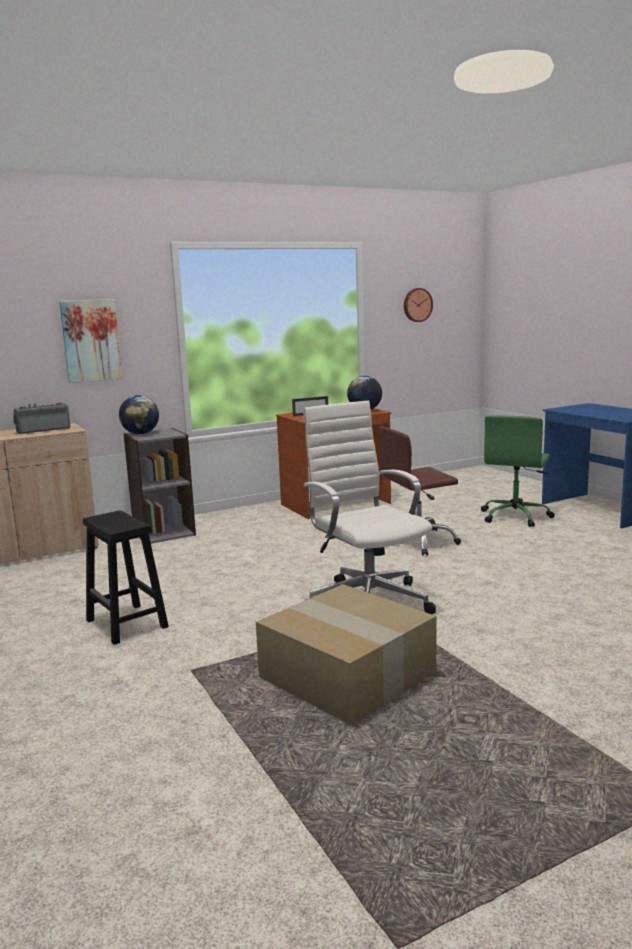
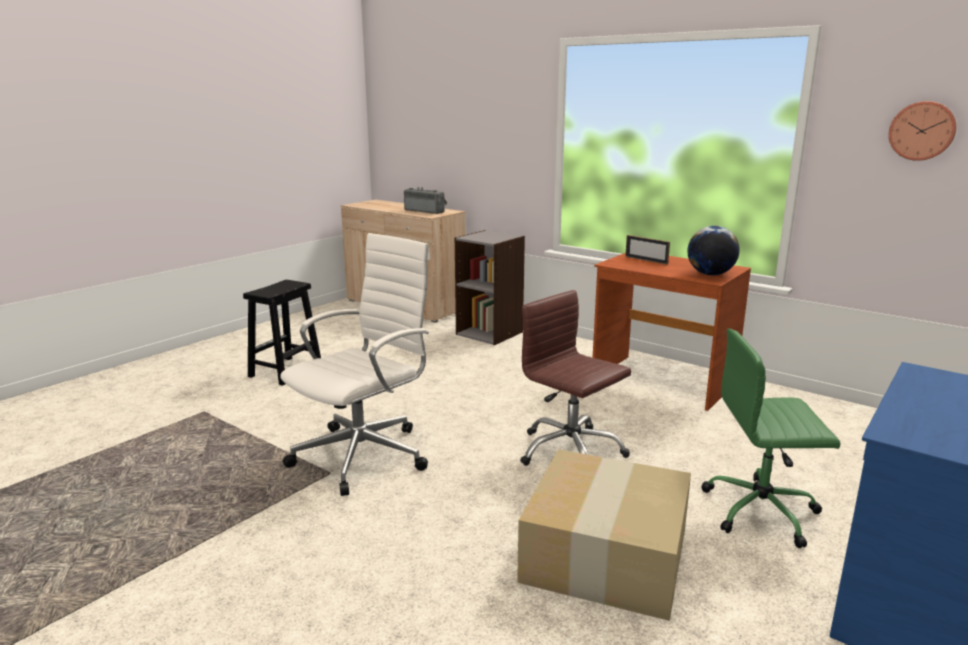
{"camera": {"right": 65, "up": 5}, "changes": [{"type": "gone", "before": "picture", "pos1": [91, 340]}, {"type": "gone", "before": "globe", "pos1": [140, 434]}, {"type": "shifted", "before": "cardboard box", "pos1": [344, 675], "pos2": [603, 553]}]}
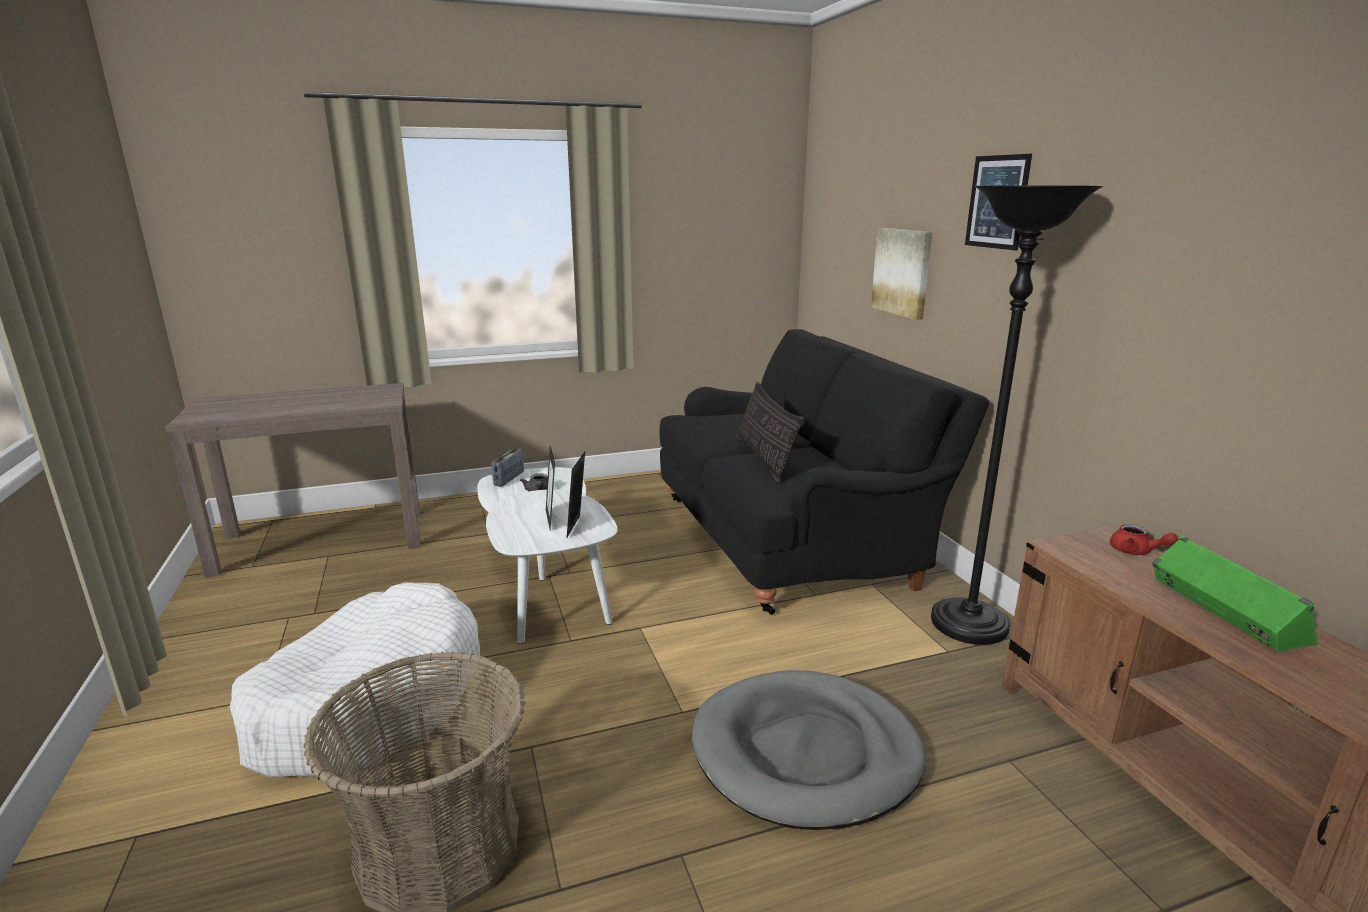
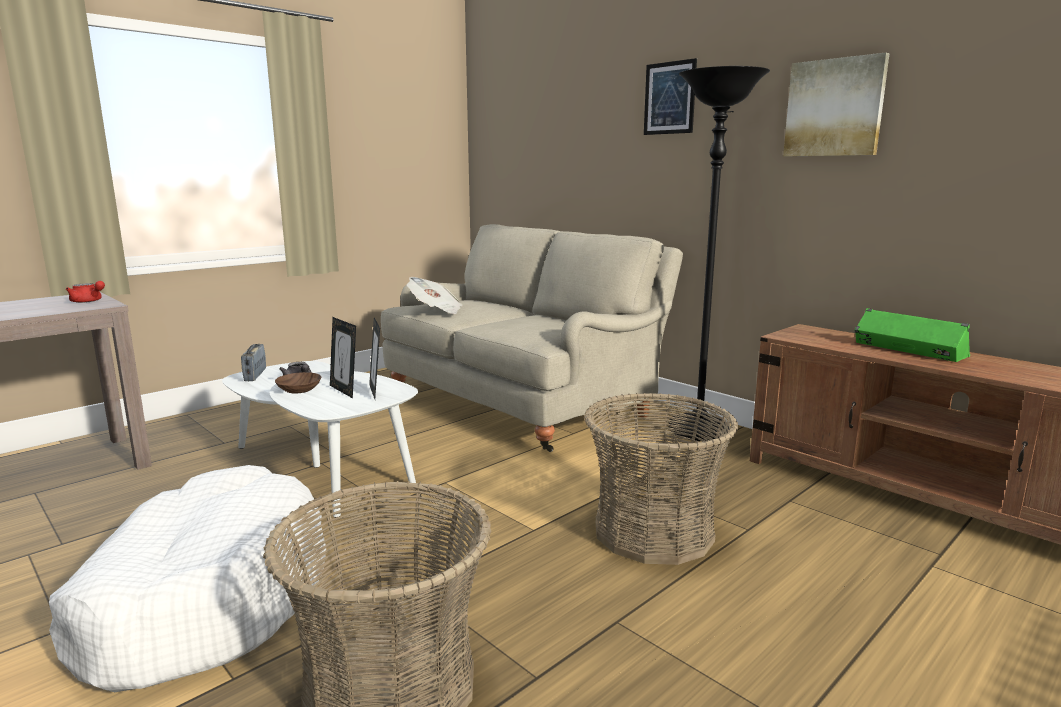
{"camera": {"right": -25, "up": -5}, "changes": [{"type": "repainted", "before": "sofa/black", "after": "sofa/beige", "pos1": [793, 538], "pos2": [524, 401]}, {"type": "swapped", "before": "dog bed/grey", "after": "basket", "pos1": [806, 753], "pos2": [653, 531]}, {"type": "gone", "before": "pillow", "pos1": [764, 458]}, {"type": "shifted", "before": "picture", "pos1": [902, 272], "pos2": [834, 108]}, {"type": "shifted", "before": "teapot/red", "pos1": [1136, 551], "pos2": [88, 301]}, {"type": "new", "after": "bowl/brown", "pos2": [298, 390]}, {"type": "new", "after": "newspaper", "pos2": [436, 310]}]}
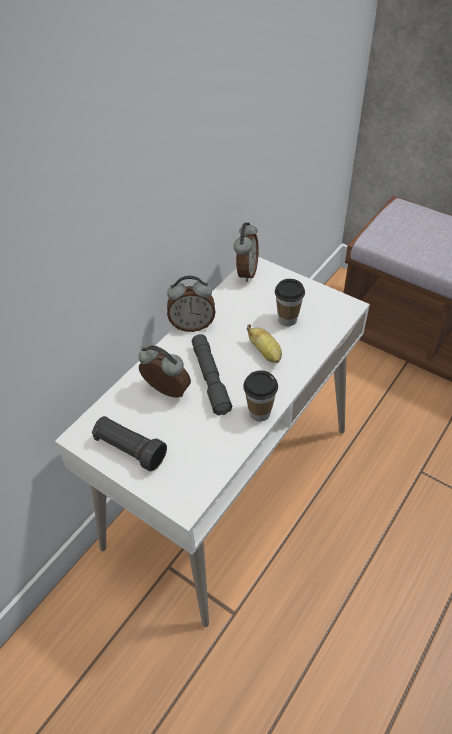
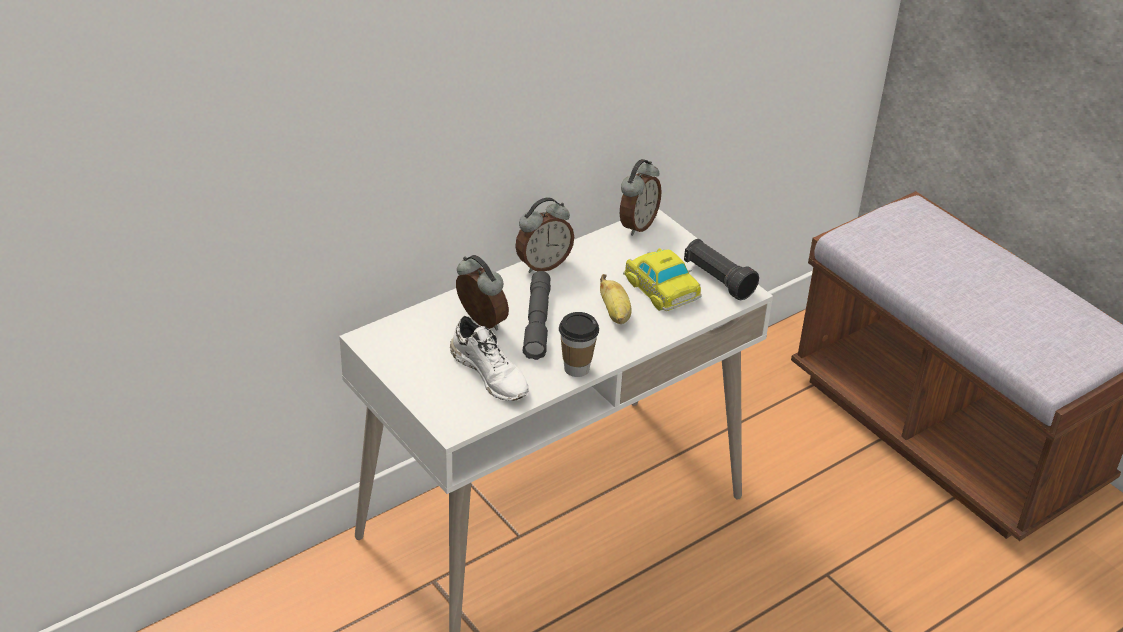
{"camera": {"right": 15, "up": -10}, "changes": [{"type": "shifted", "before": "flashlight/black", "pos1": [130, 449], "pos2": [717, 280]}, {"type": "rotated", "before": "alarm clock", "pos1": [192, 325], "pos2": [543, 264], "turn": -45}, {"type": "swapped", "before": "cup", "after": "toy car", "pos1": [287, 319], "pos2": [660, 287]}, {"type": "new", "after": "shoe/white", "pos2": [491, 374]}]}
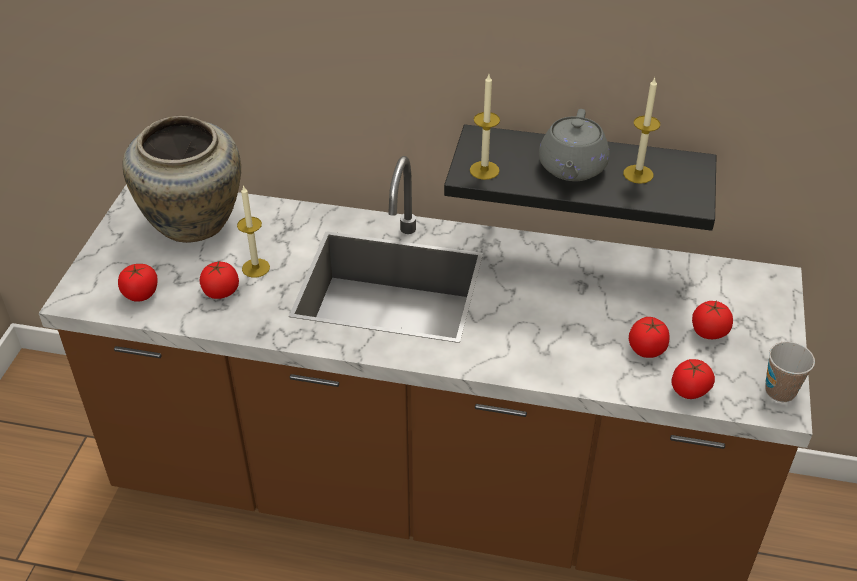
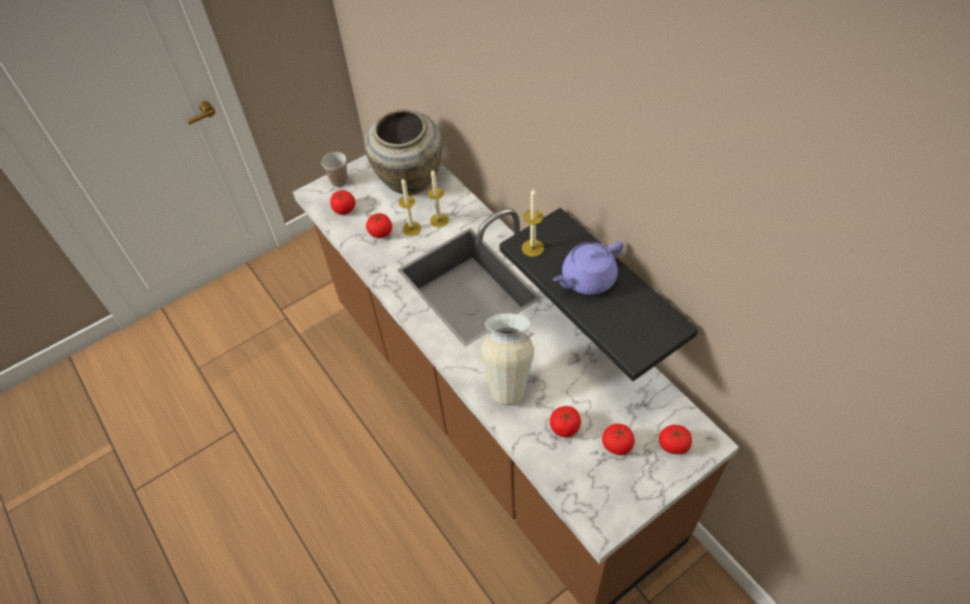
{"camera": {"right": 45, "up": 10}, "changes": [{"type": "repainted", "before": "teapot/grey", "after": "teapot/purple", "pos1": [572, 168], "pos2": [587, 279]}, {"type": "shifted", "before": "candle", "pos1": [638, 174], "pos2": [439, 220]}, {"type": "shifted", "before": "tomato", "pos1": [689, 390], "pos2": [673, 445]}, {"type": "shifted", "before": "cup", "pos1": [780, 391], "pos2": [339, 181]}, {"type": "new", "after": "vase", "pos2": [509, 380]}]}
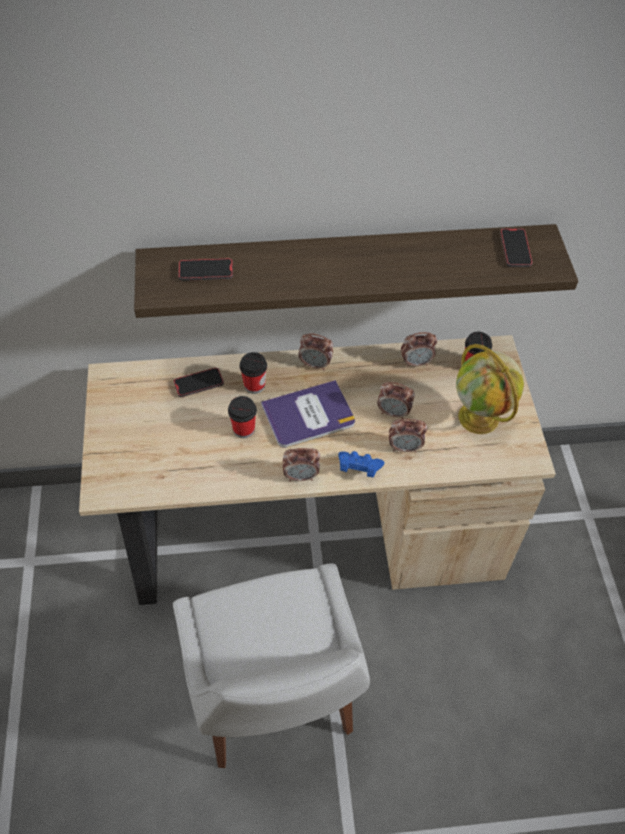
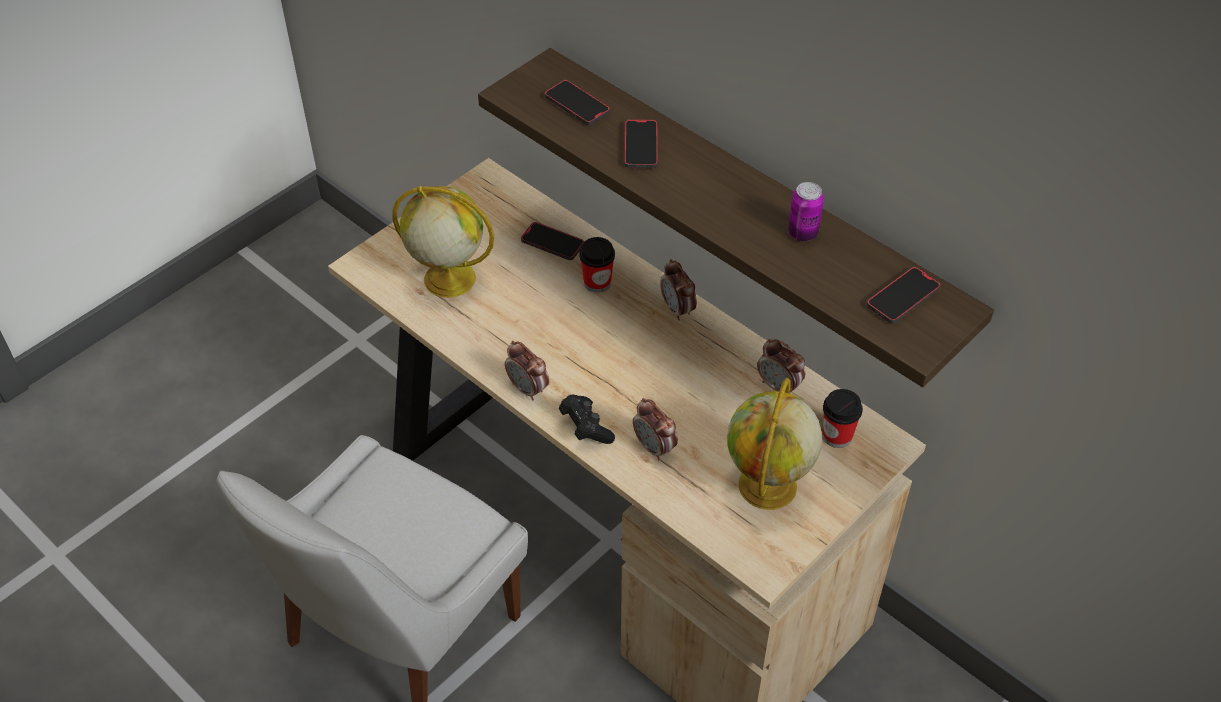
{"camera": {"right": 50, "up": -5}, "changes": [{"type": "gone", "before": "cup", "pos1": [244, 429]}, {"type": "gone", "before": "book", "pos1": [308, 415]}, {"type": "repainted", "before": "game controller/blue", "after": "game controller/black", "pos1": [358, 469], "pos2": [585, 427]}, {"type": "gone", "before": "alarm clock", "pos1": [393, 413]}, {"type": "new", "after": "globe", "pos2": [447, 279]}, {"type": "new", "after": "phone", "pos2": [641, 146]}, {"type": "new", "after": "can", "pos2": [802, 233]}]}
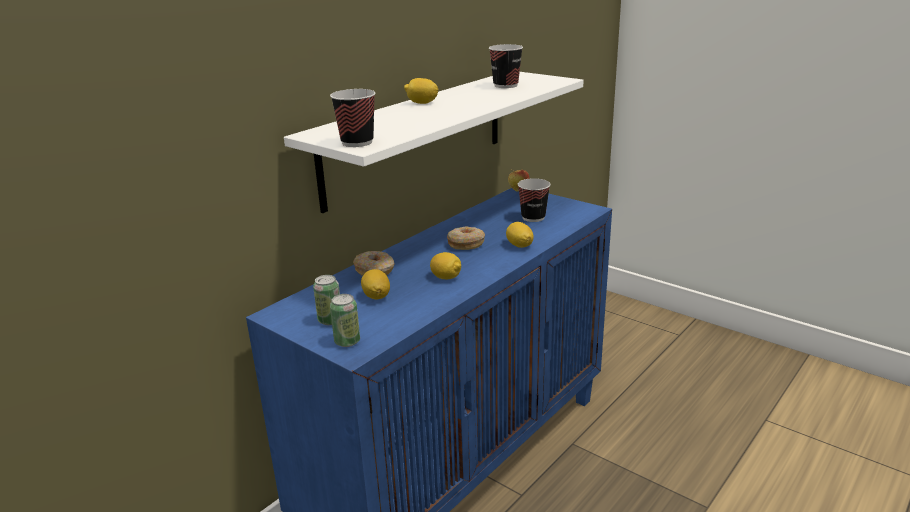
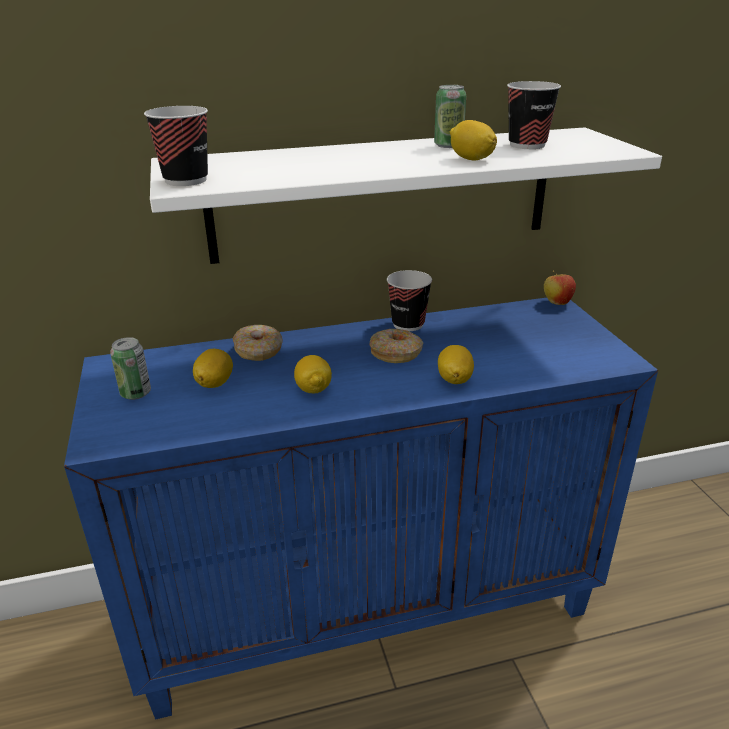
{"camera": {"right": 35, "up": 5}, "changes": [{"type": "shifted", "before": "can", "pos1": [347, 341], "pos2": [448, 145]}, {"type": "shifted", "before": "lemon", "pos1": [422, 103], "pos2": [471, 159]}, {"type": "shifted", "before": "cup", "pos1": [533, 217], "pos2": [408, 324]}]}
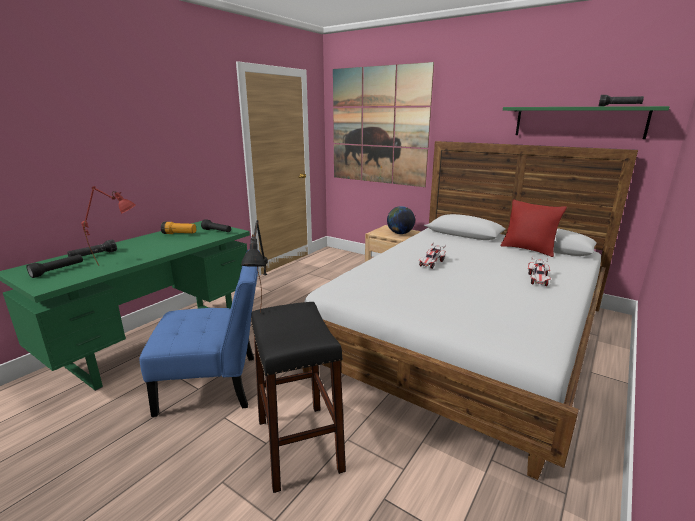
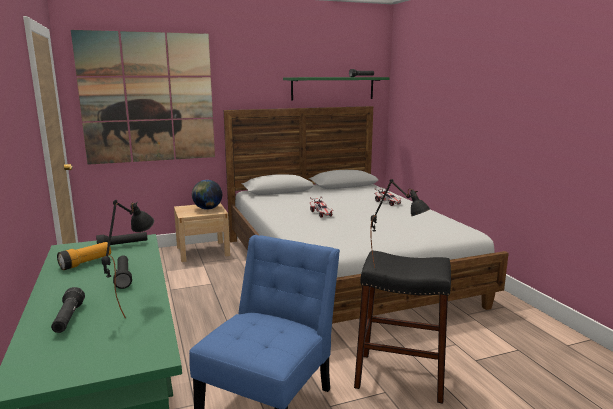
{"camera": {"right": -55, "up": -5}, "changes": [{"type": "shifted", "before": "flashlight/black", "pos1": [58, 270], "pos2": [123, 277]}, {"type": "repainted", "before": "table lamp/red", "after": "table lamp/black", "pos1": [119, 261], "pos2": [133, 305]}, {"type": "gone", "before": "pillow/red", "pos1": [528, 249]}]}
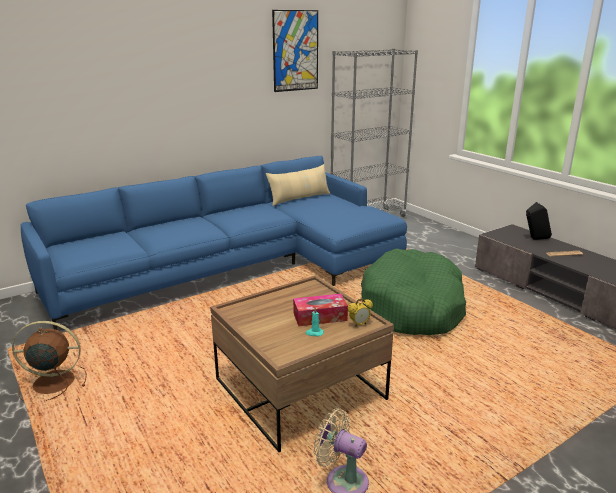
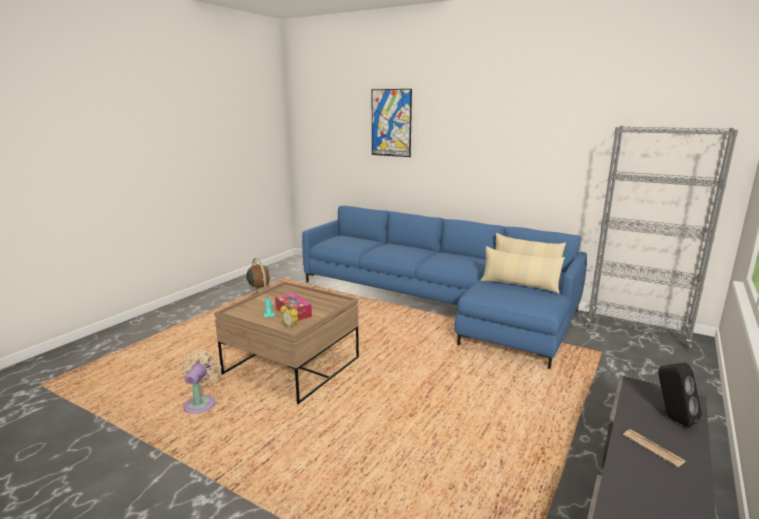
{"camera": {"right": 65, "up": -5}, "changes": [{"type": "shifted", "before": "picture", "pos1": [295, 51], "pos2": [391, 123]}, {"type": "gone", "before": "dog bed/green", "pos1": [413, 307]}, {"type": "new", "after": "pillow/beige", "pos2": [519, 285]}]}
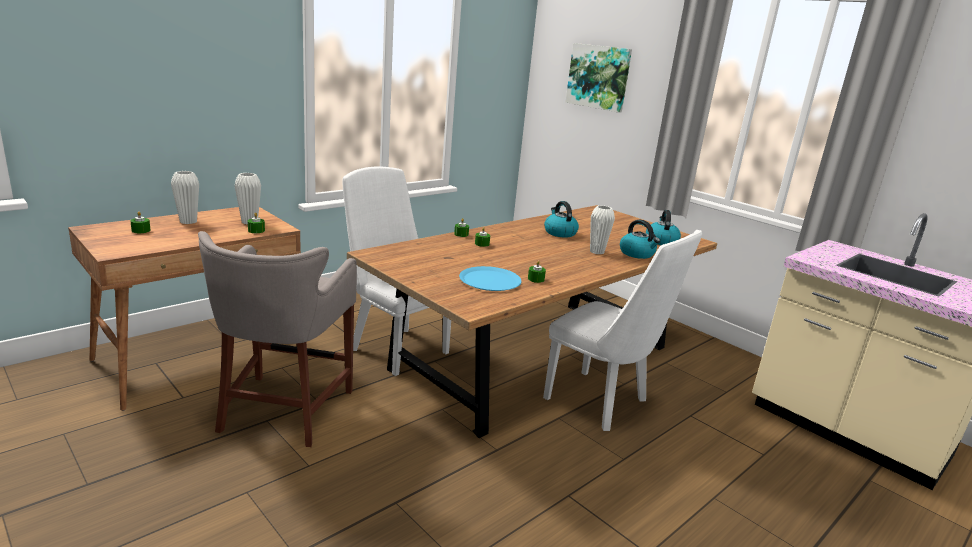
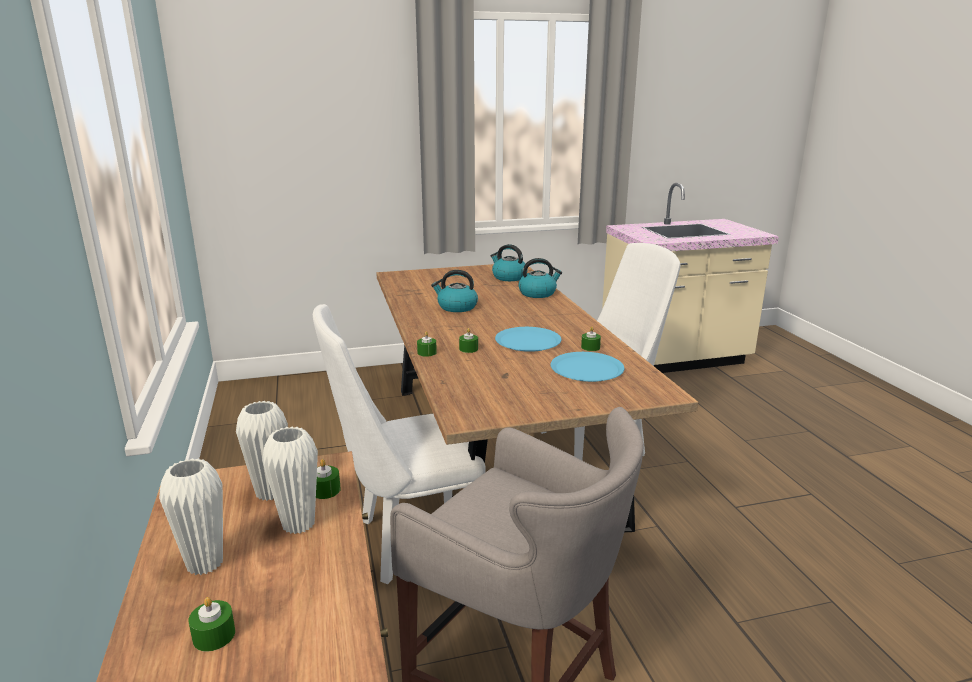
{"camera": {"right": -60, "up": 0}, "changes": [{"type": "gone", "before": "picture", "pos1": [598, 77]}, {"type": "shifted", "before": "vase/white", "pos1": [597, 252], "pos2": [298, 524]}, {"type": "new", "after": "plate/blue", "pos2": [528, 341]}]}
